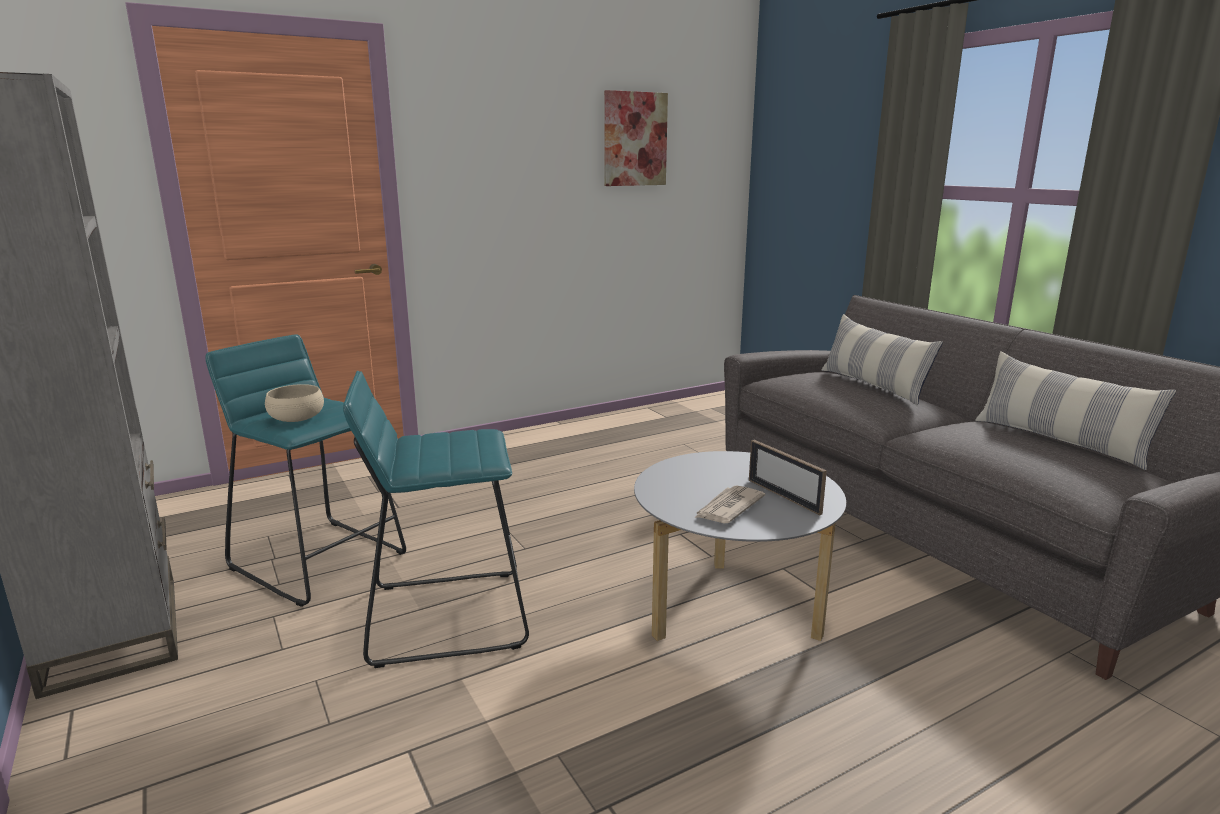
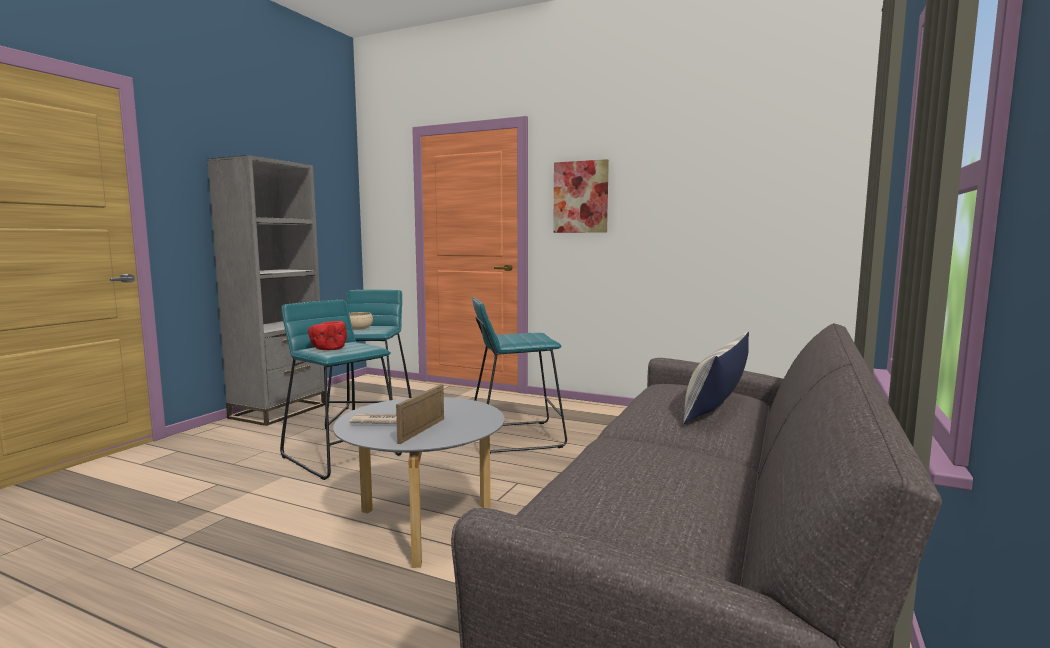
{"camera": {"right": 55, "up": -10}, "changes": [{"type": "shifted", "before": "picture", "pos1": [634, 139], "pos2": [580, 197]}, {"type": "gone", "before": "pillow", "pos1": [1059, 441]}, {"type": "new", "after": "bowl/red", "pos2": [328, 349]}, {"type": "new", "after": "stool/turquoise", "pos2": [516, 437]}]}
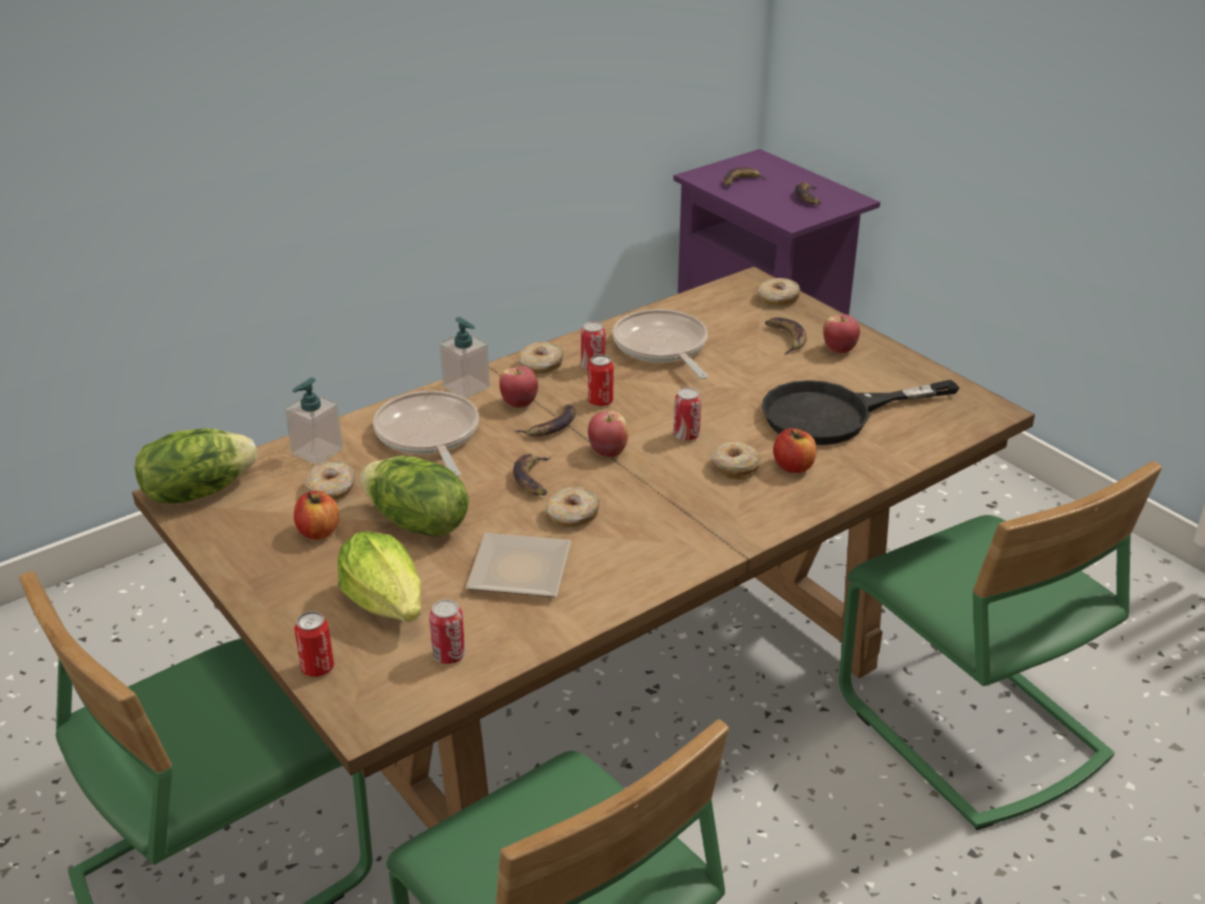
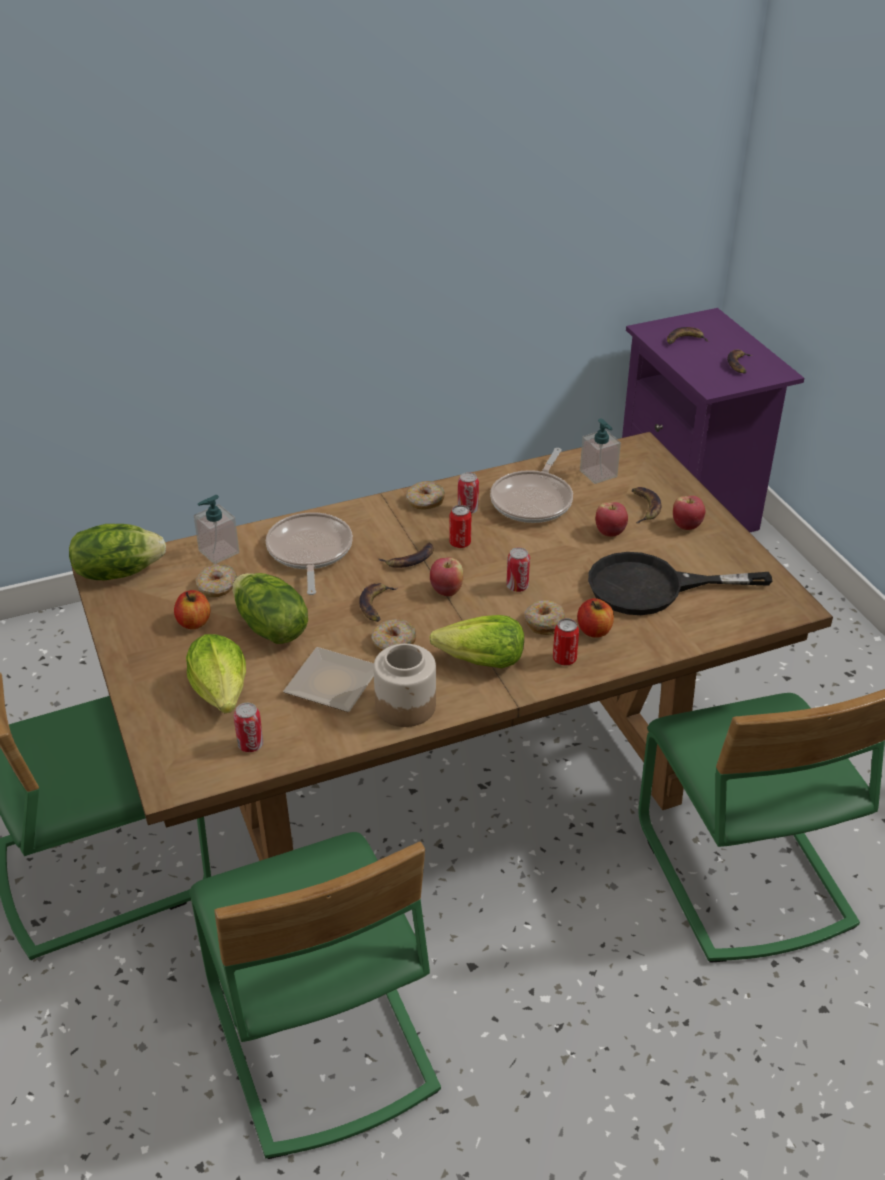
{"camera": {"right": 15, "up": 5}, "changes": [{"type": "shifted", "before": "can", "pos1": [317, 668], "pos2": [564, 659]}, {"type": "shifted", "before": "soap dispenser", "pos1": [466, 387], "pos2": [598, 474]}, {"type": "shifted", "before": "apple", "pos1": [519, 403], "pos2": [610, 532]}, {"type": "rotated", "before": "frying pan", "pos1": [662, 347], "pos2": [533, 500], "turn": -150}, {"type": "gone", "before": "donut", "pos1": [778, 299]}, {"type": "new", "after": "jar", "pos2": [406, 705]}, {"type": "new", "after": "lettuce", "pos2": [481, 661]}]}
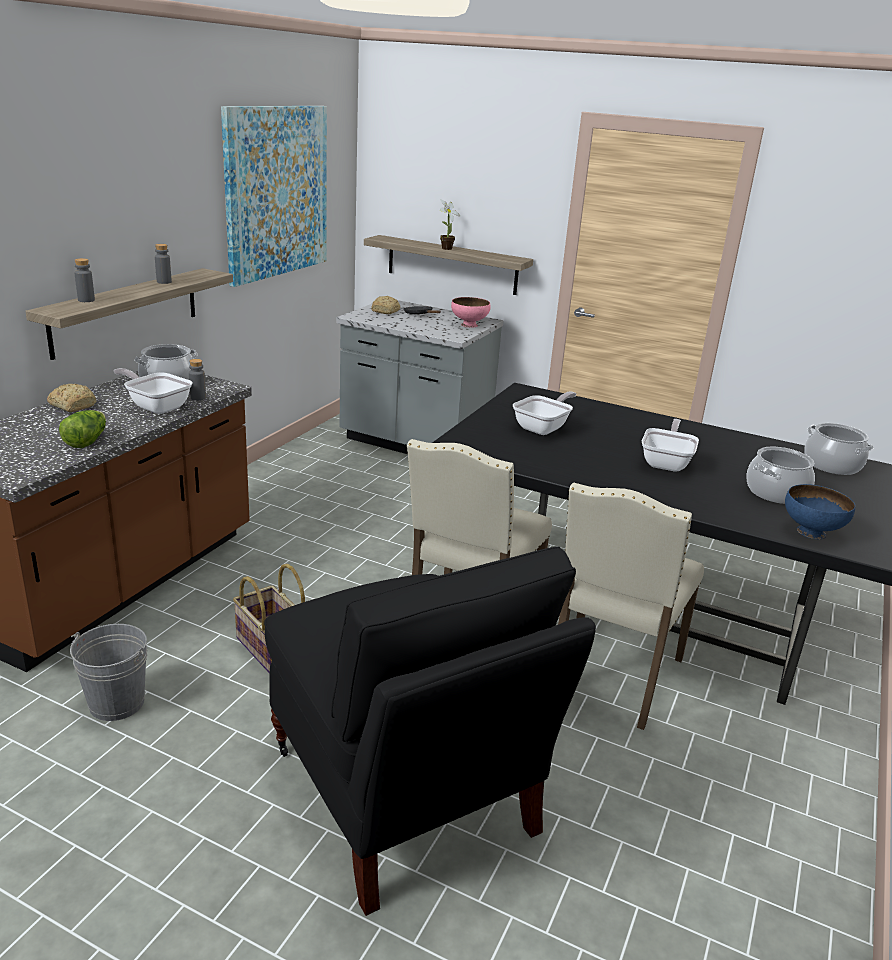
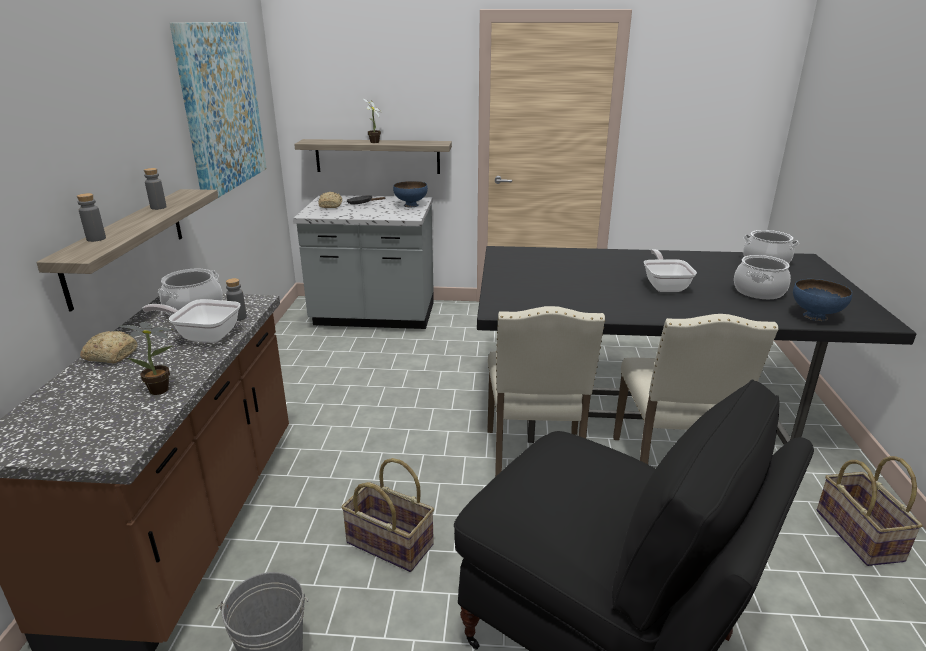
{"camera": {"right": -20, "up": 0}, "changes": [{"type": "swapped", "before": "lettuce", "after": "potted plant", "pos1": [86, 441], "pos2": [162, 390]}, {"type": "repainted", "before": "bowl/pink", "after": "bowl/blue", "pos1": [469, 325], "pos2": [411, 205]}, {"type": "gone", "before": "frying pan", "pos1": [544, 428]}, {"type": "new", "after": "basket", "pos2": [860, 535]}]}
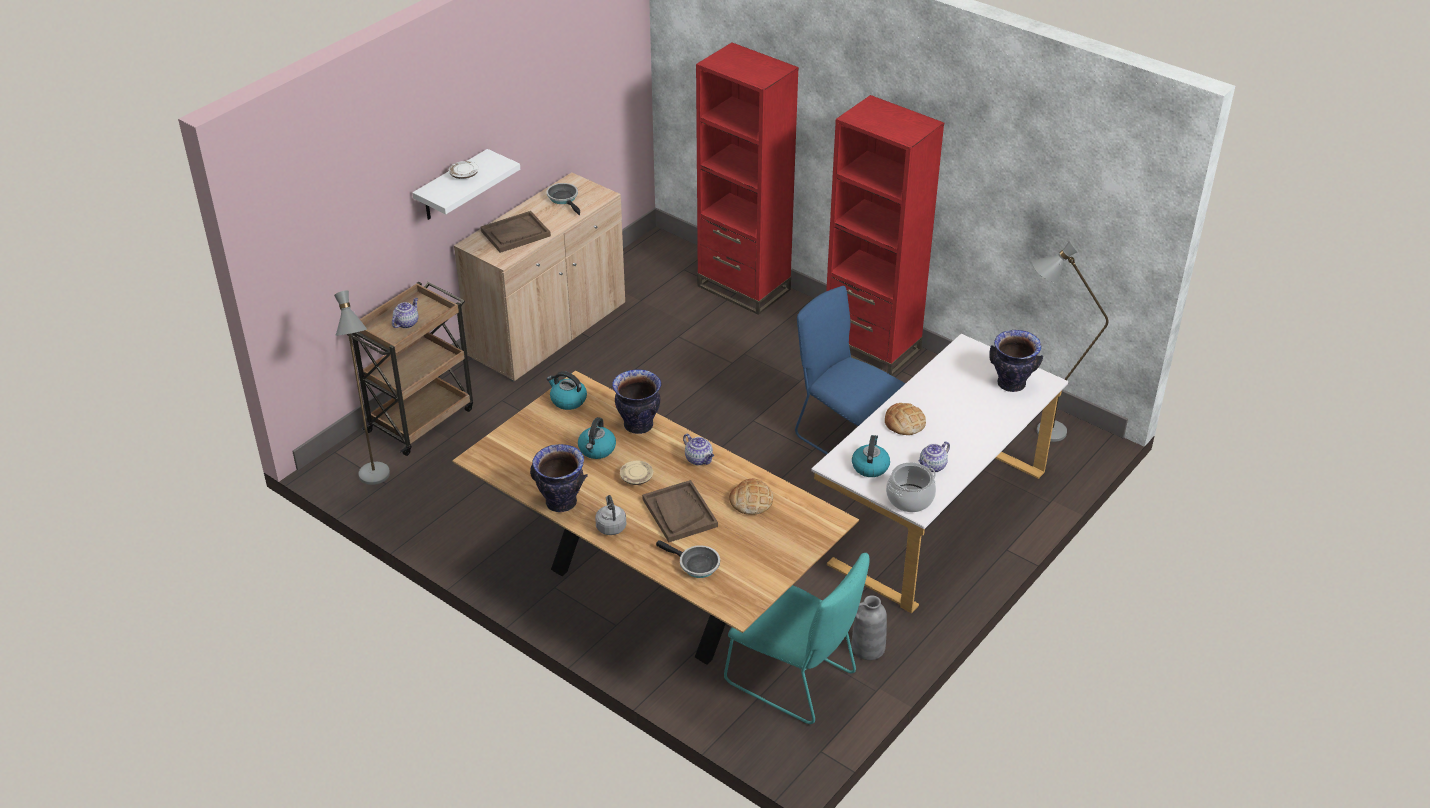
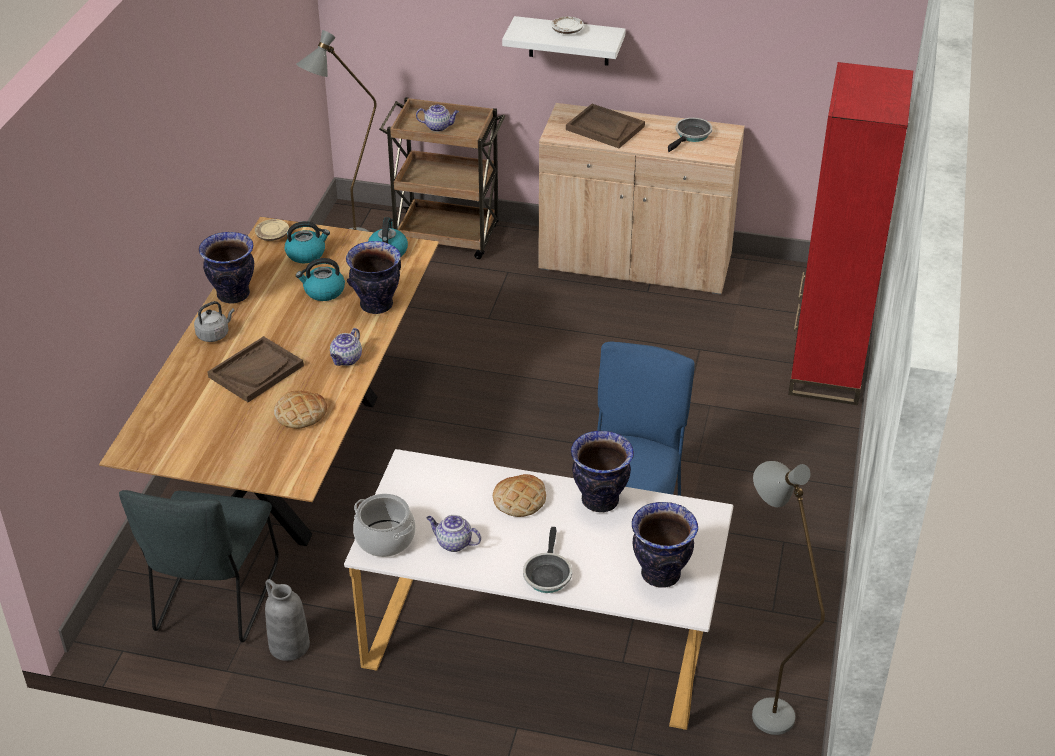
{"camera": {"right": 65, "up": 0}, "changes": [{"type": "shifted", "before": "plate/beige", "pos1": [636, 477], "pos2": [272, 235]}, {"type": "shifted", "before": "frying pan", "pos1": [696, 565], "pos2": [547, 574]}, {"type": "repainted", "before": "chair/turquoise", "after": "chair/grey", "pos1": [795, 680], "pos2": [215, 601]}, {"type": "gone", "before": "bookcase/red", "pos1": [871, 348]}, {"type": "shifted", "before": "kettle", "pos1": [870, 466], "pos2": [306, 254]}, {"type": "new", "after": "vase", "pos2": [599, 500]}]}
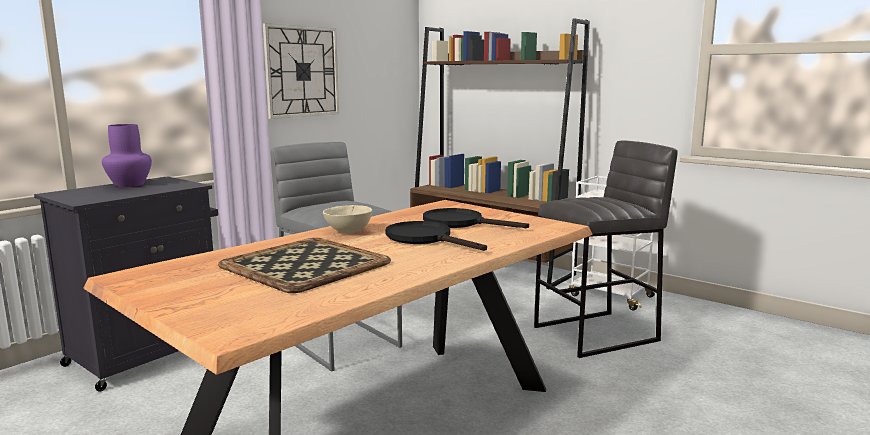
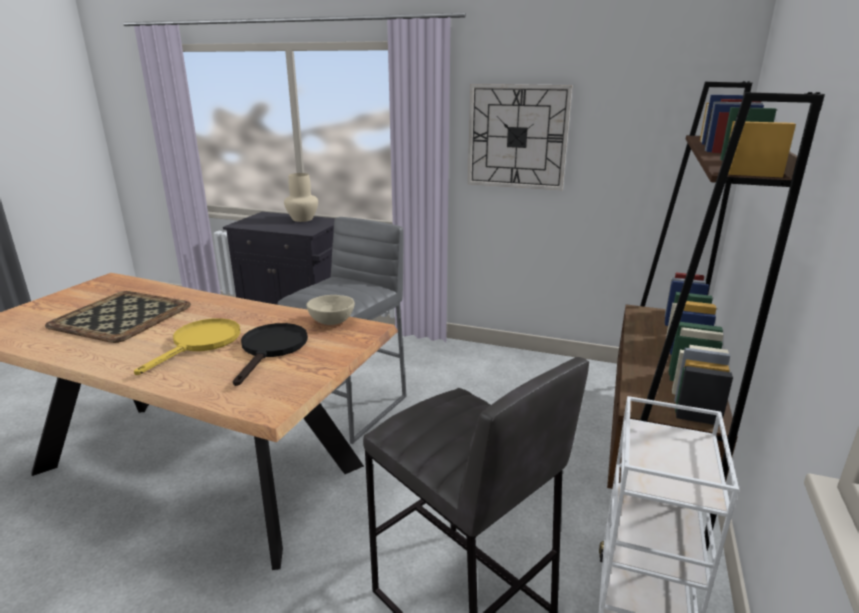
{"camera": {"right": 70, "up": 10}, "changes": [{"type": "repainted", "before": "vase/purple", "after": "vase/beige", "pos1": [128, 184], "pos2": [302, 219]}, {"type": "shifted", "before": "bowl/beige", "pos1": [347, 232], "pos2": [331, 322]}, {"type": "repainted", "before": "frying pan/black", "after": "frying pan/yellow", "pos1": [425, 239], "pos2": [201, 343]}]}
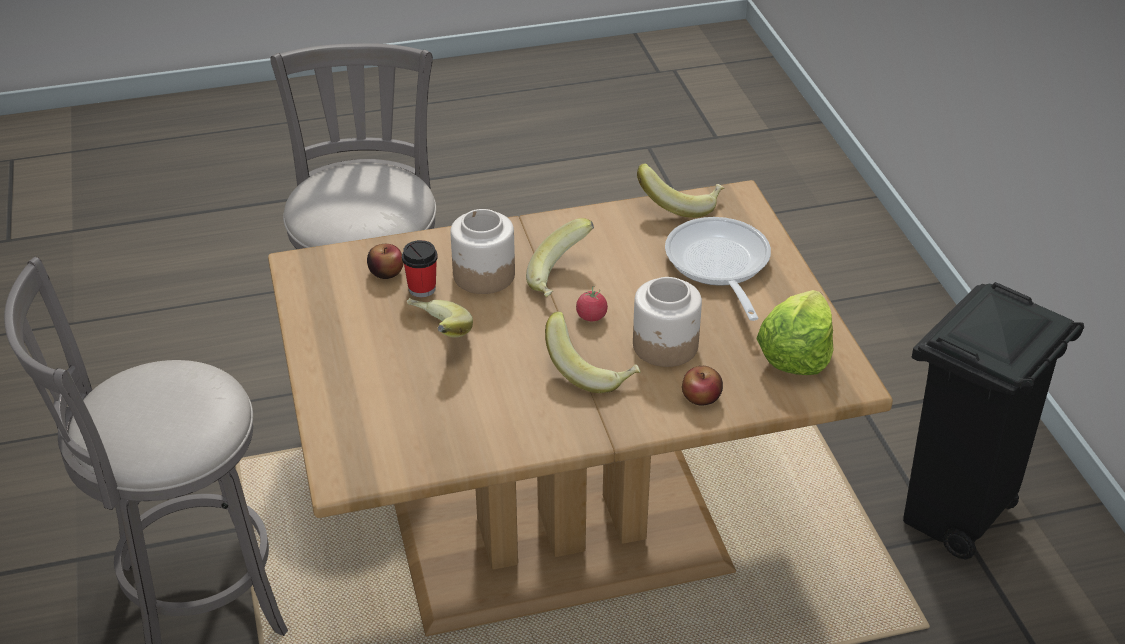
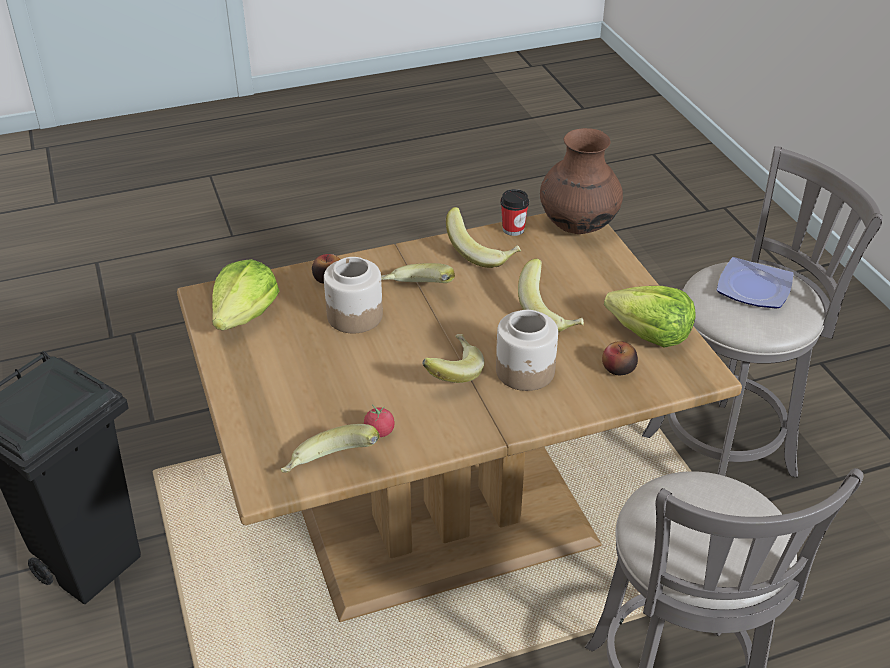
{"camera": {"right": 175, "up": 0}, "changes": [{"type": "shifted", "before": "cup", "pos1": [422, 289], "pos2": [513, 229]}, {"type": "shifted", "before": "tomato", "pos1": [591, 316], "pos2": [379, 431]}, {"type": "gone", "before": "frying pan", "pos1": [718, 266]}, {"type": "new", "after": "banana", "pos2": [482, 253]}, {"type": "new", "after": "vase/brown", "pos2": [577, 225]}, {"type": "new", "after": "lettuce", "pos2": [650, 334]}, {"type": "new", "after": "plate", "pos2": [753, 287]}]}
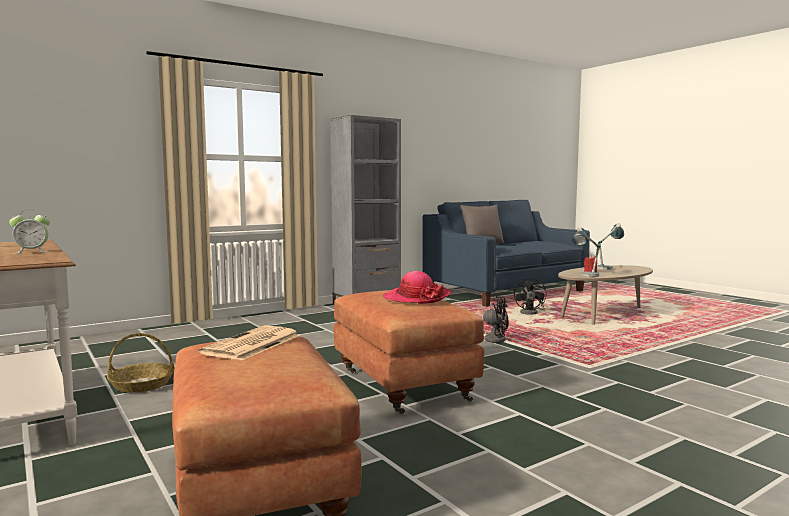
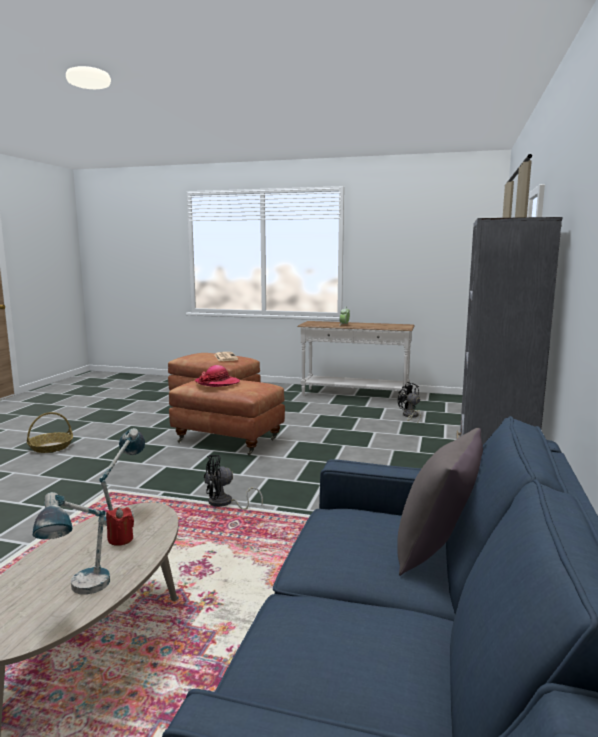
{"camera": {"right": 140, "up": 5}, "changes": [{"type": "shifted", "before": "basket", "pos1": [141, 385], "pos2": [51, 447]}, {"type": "shifted", "before": "fan/black", "pos1": [531, 313], "pos2": [410, 416]}]}
